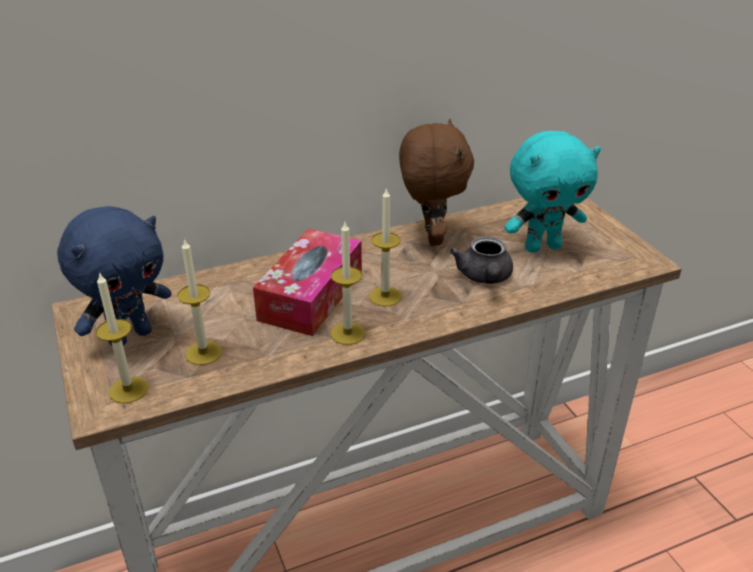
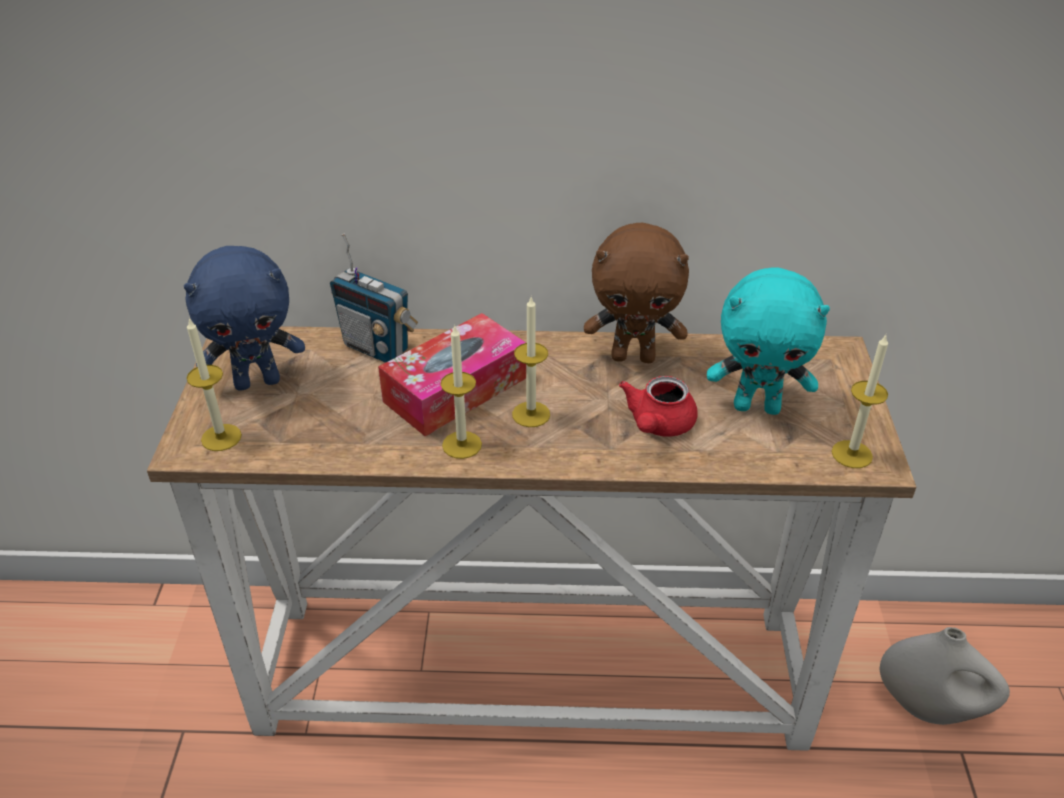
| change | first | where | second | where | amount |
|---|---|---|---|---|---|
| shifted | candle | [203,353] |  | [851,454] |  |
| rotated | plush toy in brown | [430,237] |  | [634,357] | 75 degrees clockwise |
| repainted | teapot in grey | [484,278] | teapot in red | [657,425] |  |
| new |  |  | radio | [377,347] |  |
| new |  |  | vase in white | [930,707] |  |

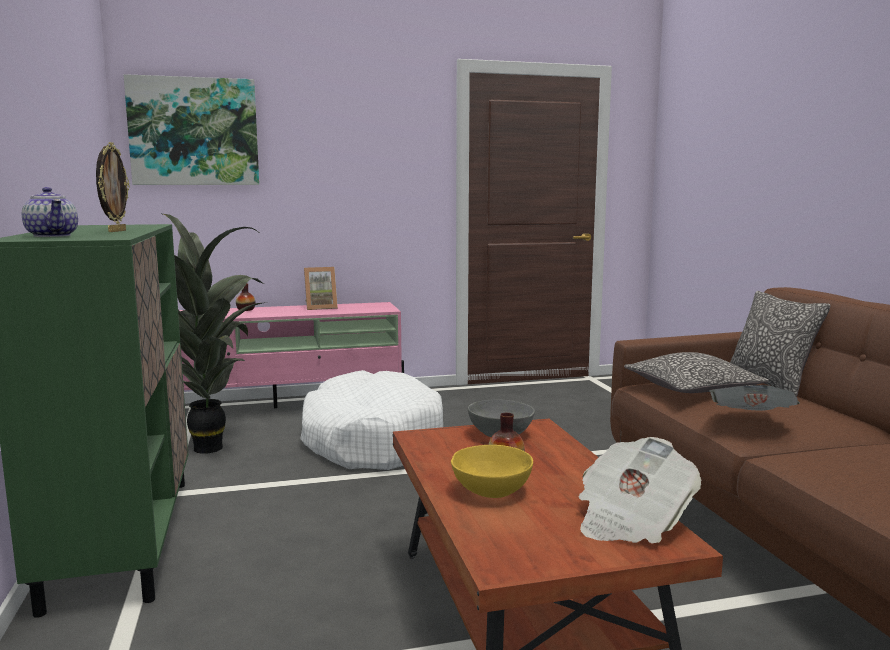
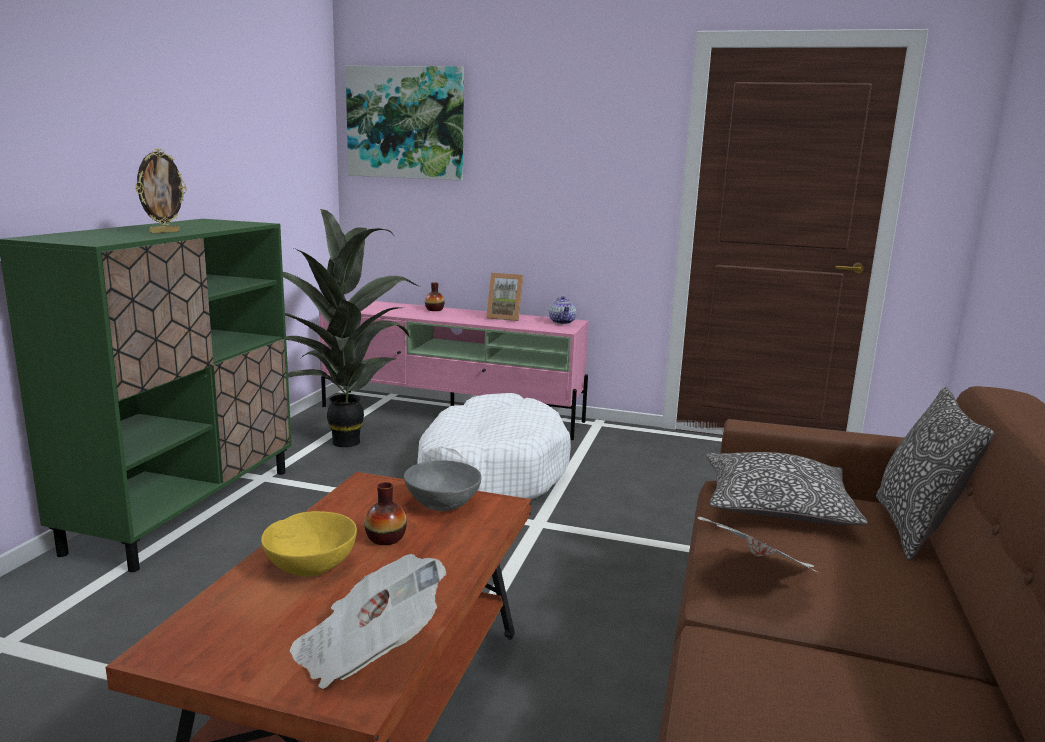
| change | first | where | second | where | amount |
|---|---|---|---|---|---|
| shifted | teapot | [53,236] |  | [562,322] |  |

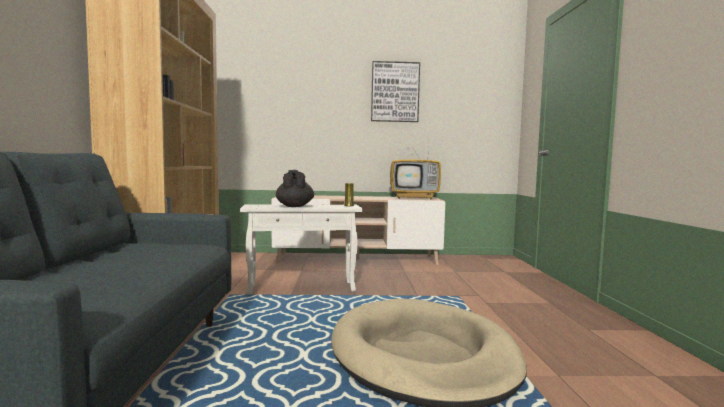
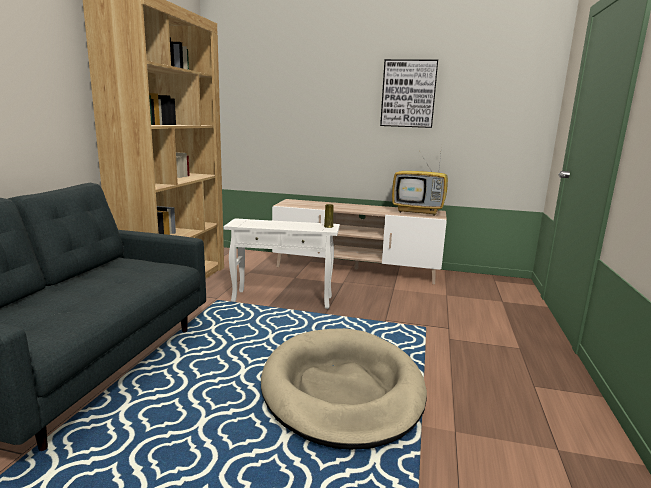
| change | first | where | second | where | amount |
|---|---|---|---|---|---|
| gone | teapot in black | [294,206] |  |  |  |

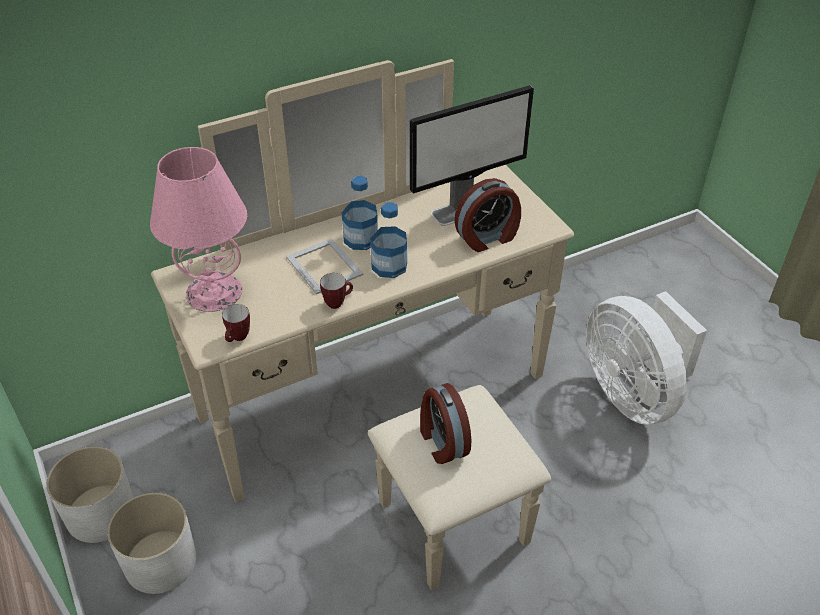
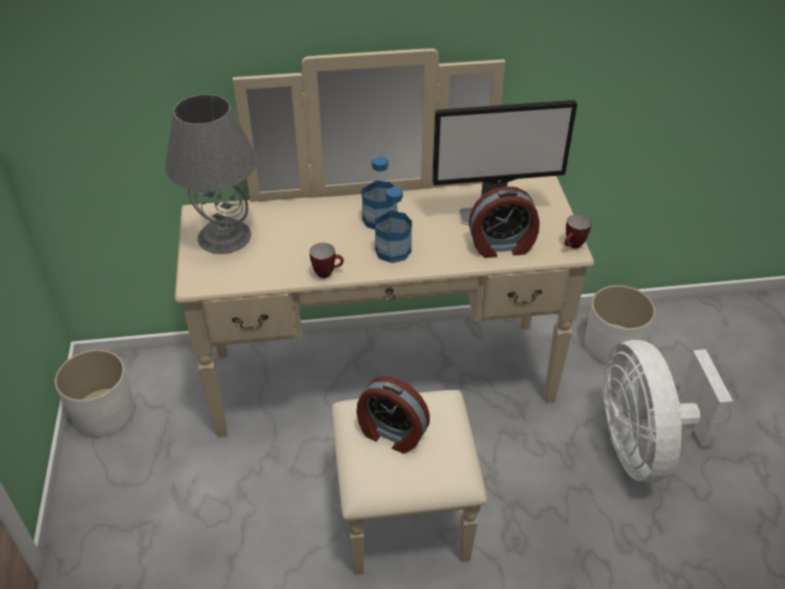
| change | first | where | second | where | amount |
|---|---|---|---|---|---|
| shifted | planter in white | [160,561] |  | [613,344] |  |
| repainted | table lamp in pink | [214,291] | table lamp in grey | [225,236] |  |
| shifted | mug | [238,339] |  | [573,246] |  |
| gone | picture frame | [324,265] |  |  |  |
| rotated | alarm clock | [442,442] |  | [391,433] | 60 degrees counterclockwise |

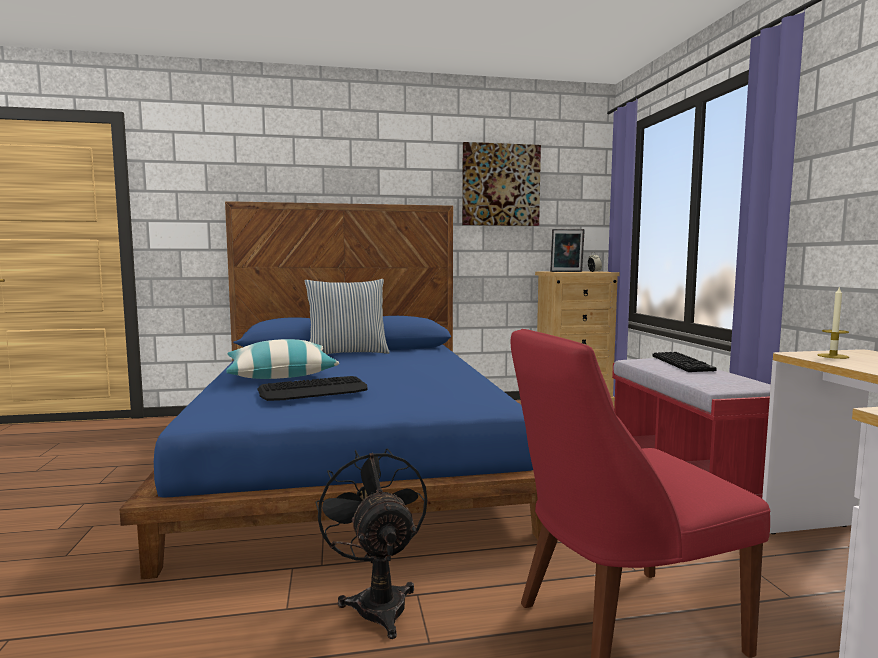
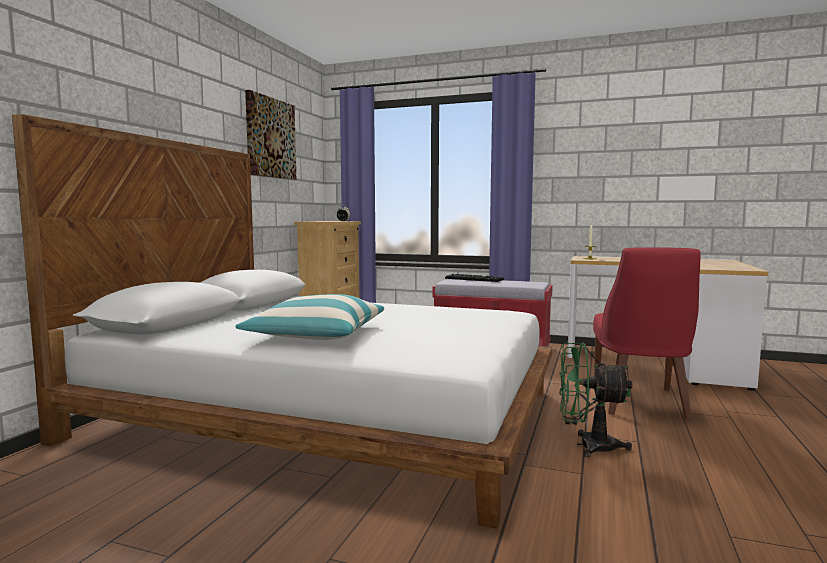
| change | first | where | second | where | amount |
|---|---|---|---|---|---|
| repainted | bed in blue | [352,459] | bed in white | [329,413] |  |
| gone | keyboard | [314,390] |  |  |  |
| gone | pillow | [347,353] |  |  |  |
| repainted | fan in black | [378,601] | fan in green | [587,446] |  |
| gone | picture frame | [566,271] |  |  |  |

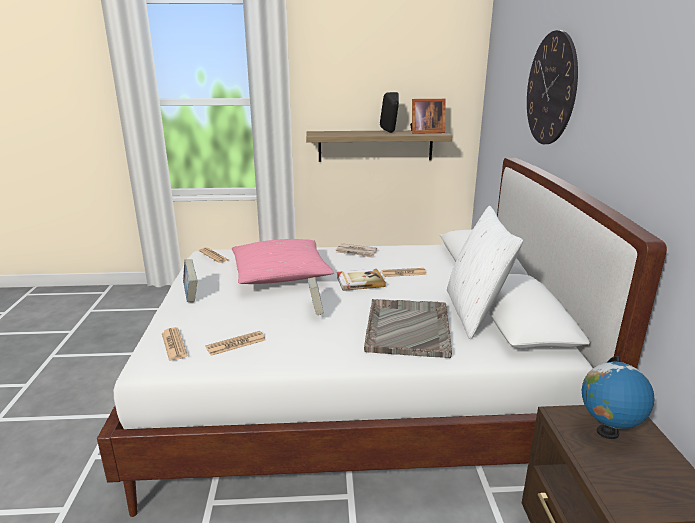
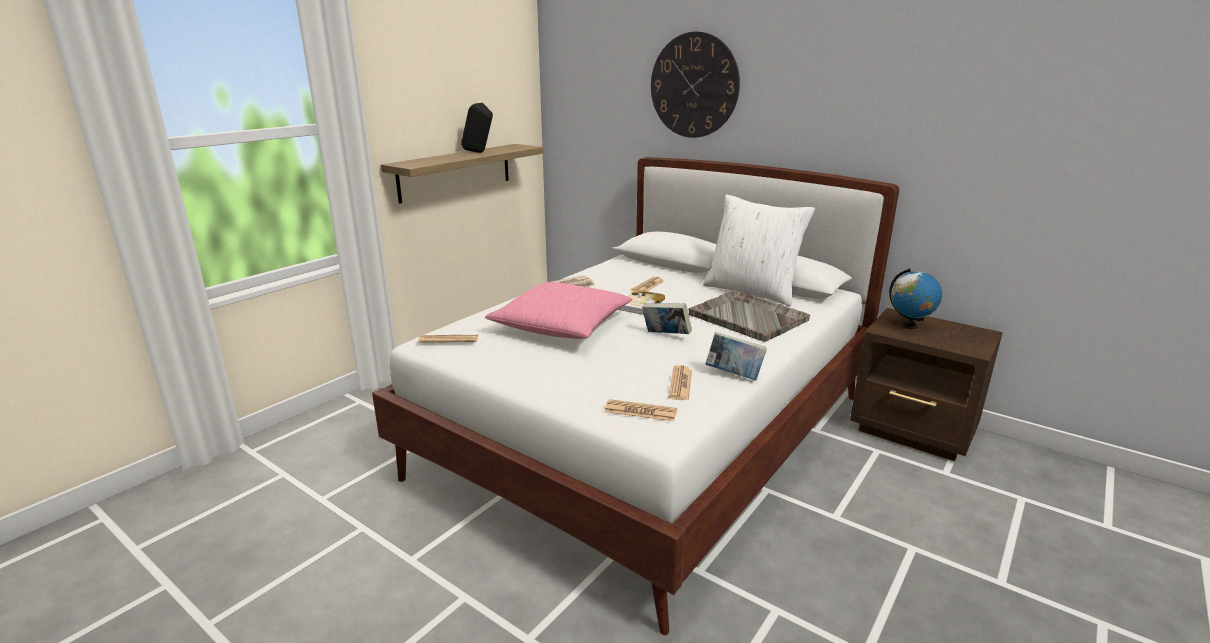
| change | first | where | second | where | amount |
|---|---|---|---|---|---|
| shifted | book | [191,295] |  | [734,375] |  |
| gone | picture frame | [425,132] |  |  |  |

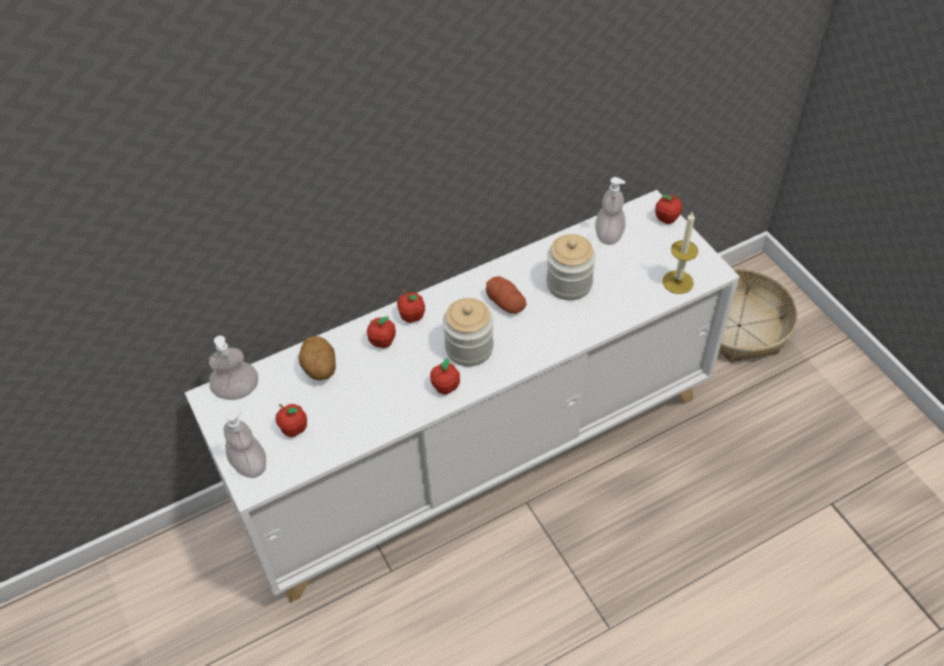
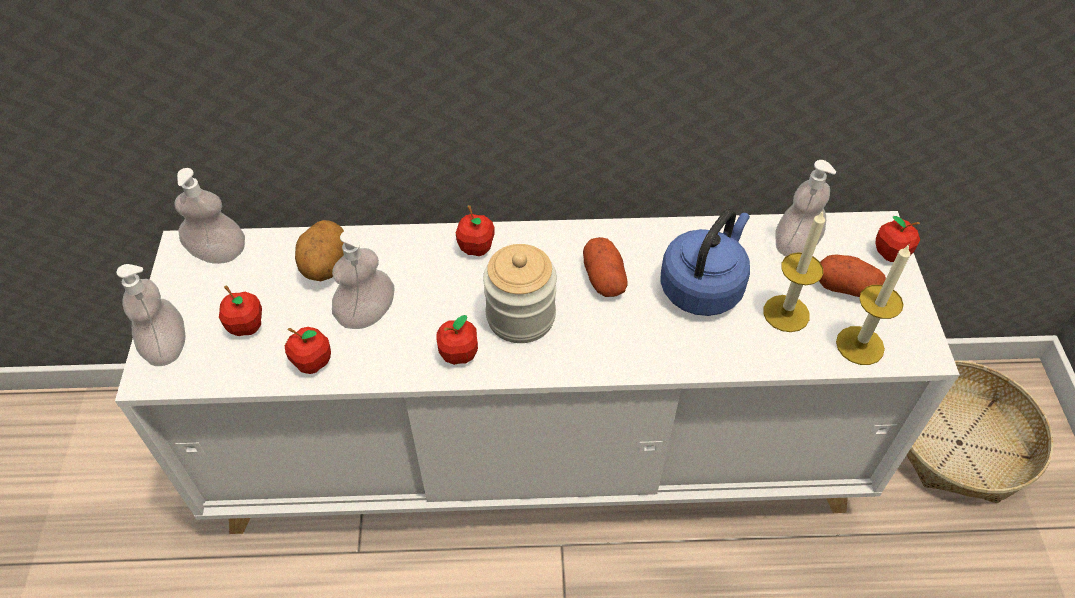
| change | first | where | second | where | amount |
|---|---|---|---|---|---|
| shifted | apple | [382,342] |  | [312,363] |  |
| swapped | jar | [569,283] | kettle in blue | [703,287] |  |
| new |  |  | soap dispenser | [367,314] |  |
| new |  |  | candle | [786,313] |  |
| new |  |  | potato | [847,287] |  |

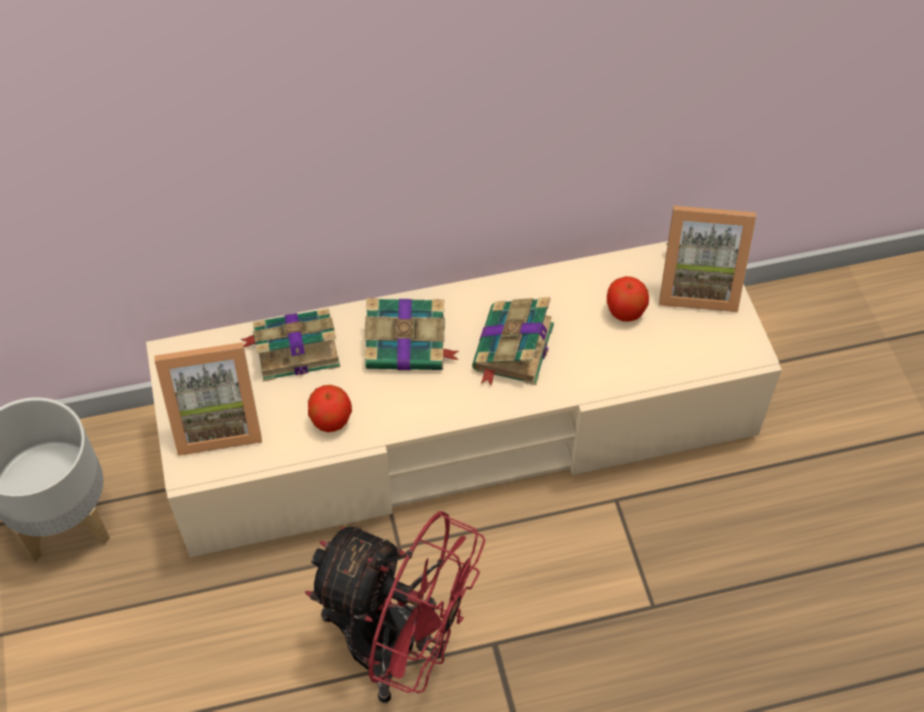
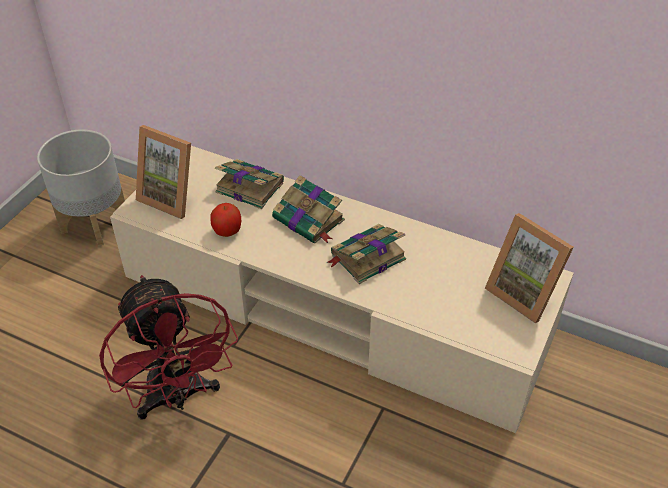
| change | first | where | second | where | amount |
|---|---|---|---|---|---|
| gone | apple | [625,311] |  |  |  |

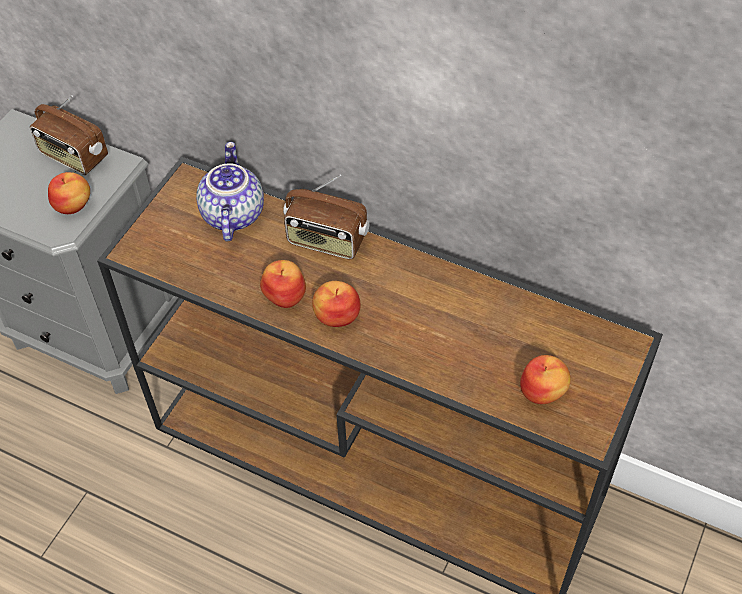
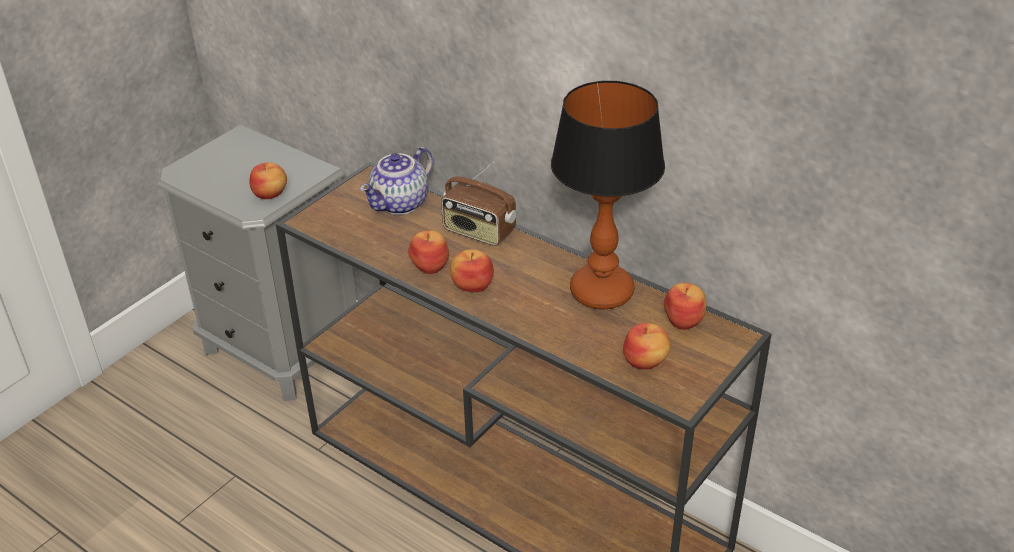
| change | first | where | second | where | amount |
|---|---|---|---|---|---|
| gone | radio | [73,157] |  |  |  |
| rotated | teapot | [231,214] |  | [400,204] | 150 degrees counterclockwise |
| new |  |  | table lamp | [602,291] |  |
| new |  |  | apple | [684,320] |  |

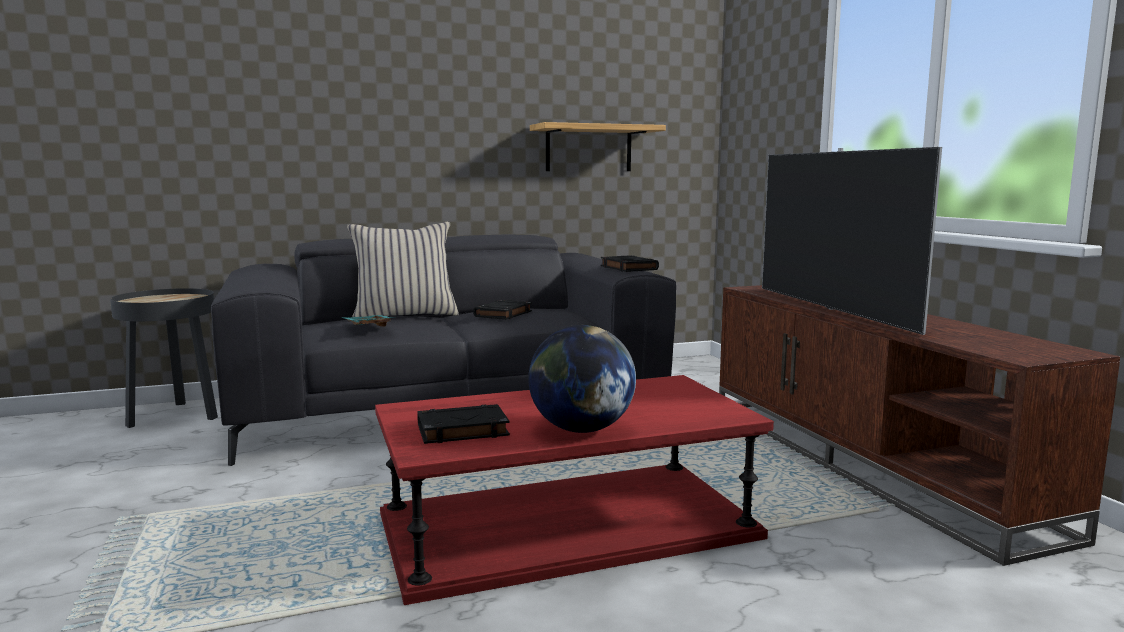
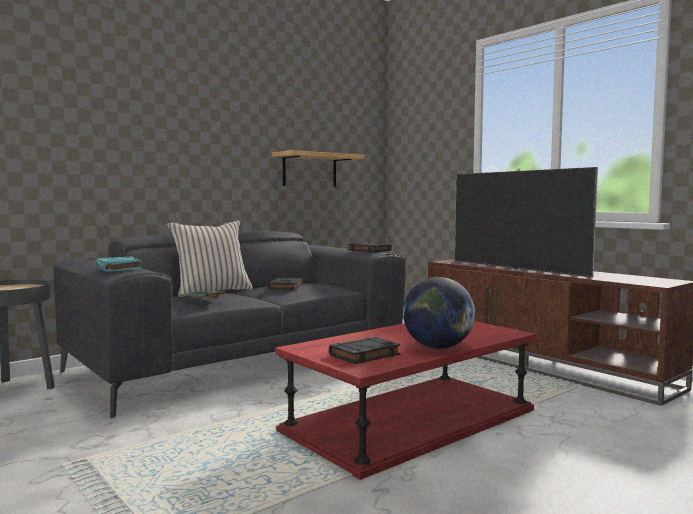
| change | first | where | second | where | amount |
|---|---|---|---|---|---|
| new |  |  | book in turquoise | [118,268] |  |

